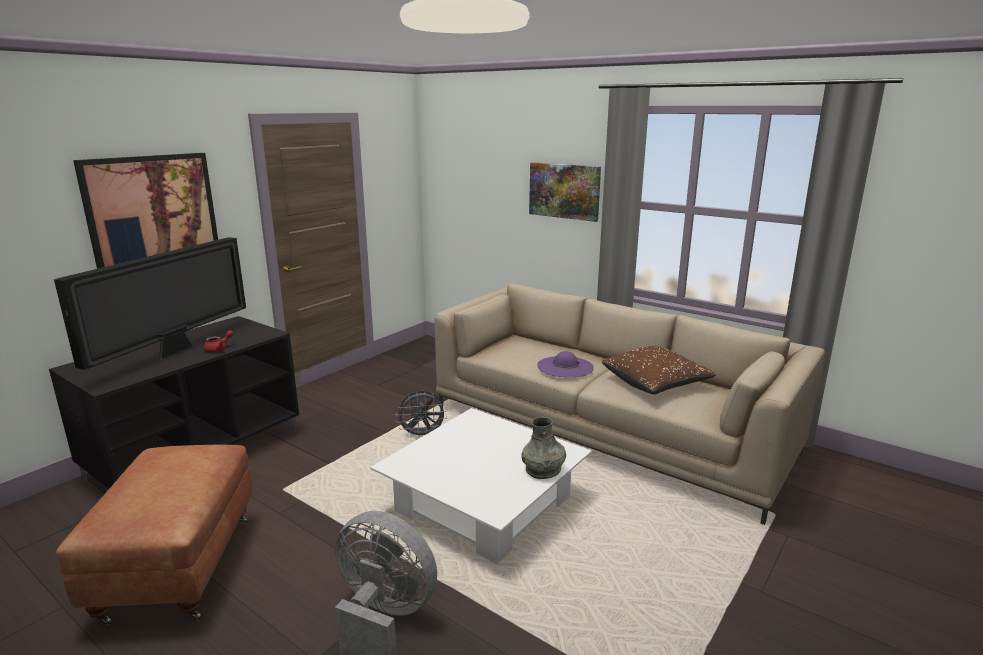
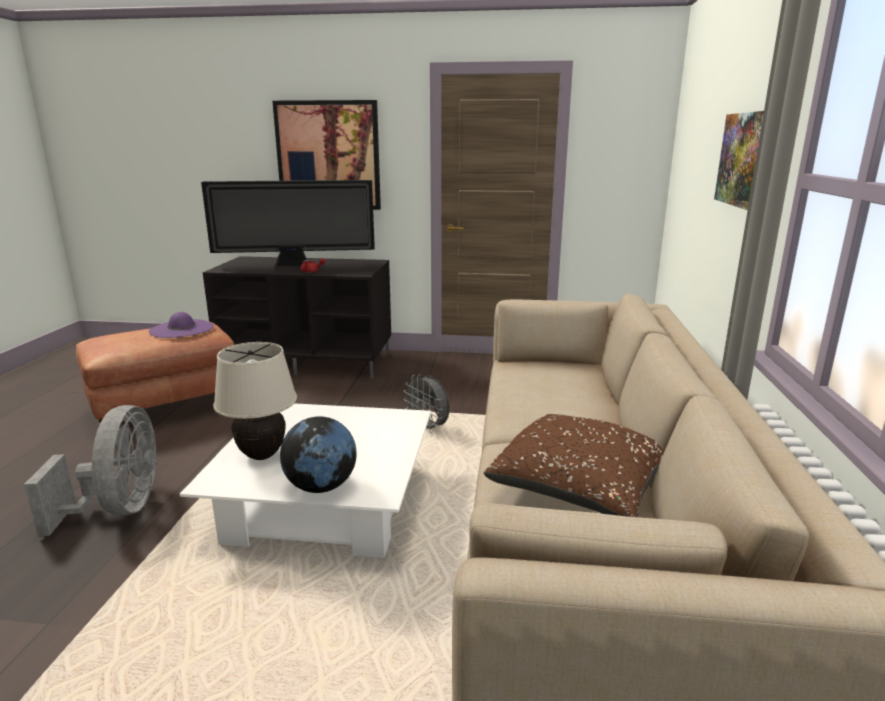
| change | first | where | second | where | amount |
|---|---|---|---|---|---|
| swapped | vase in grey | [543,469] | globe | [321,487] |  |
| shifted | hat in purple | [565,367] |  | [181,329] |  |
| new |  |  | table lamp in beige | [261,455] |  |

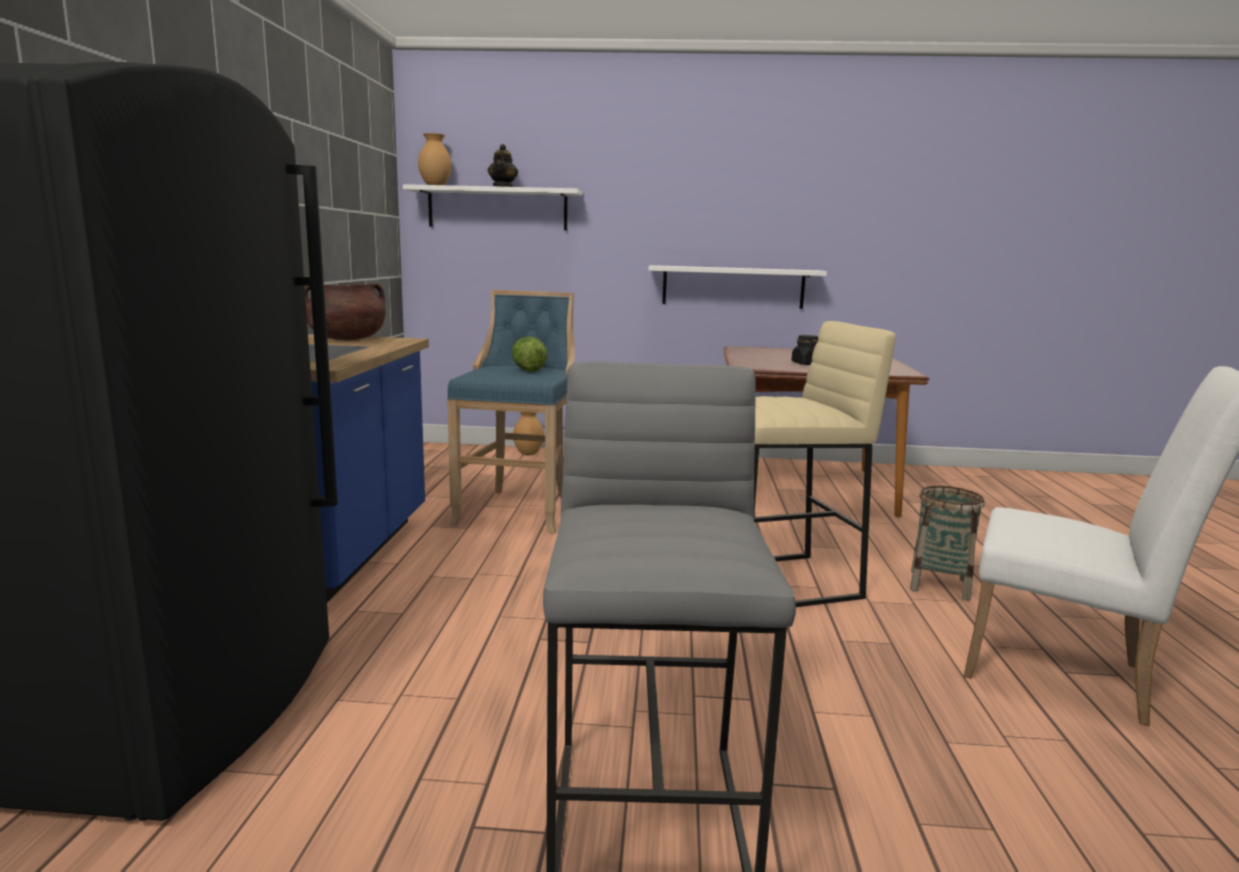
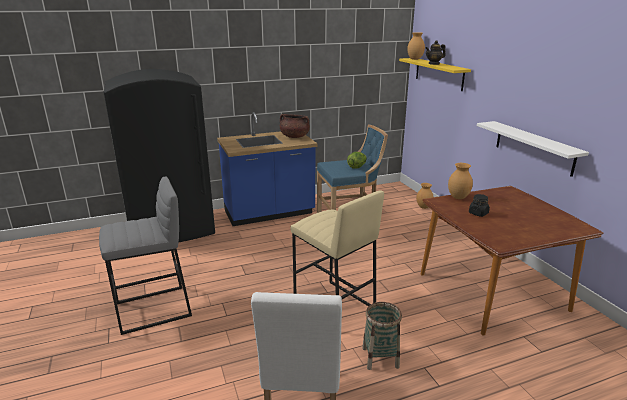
| change | first | where | second | where | amount |
|---|---|---|---|---|---|
| repainted | shelf in white | [497,209] | shelf in yellow | [439,73] |  |
| new |  |  | vase in brown | [458,197] |  |

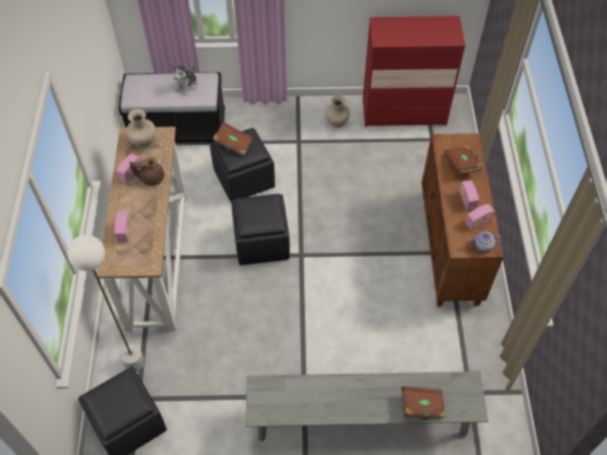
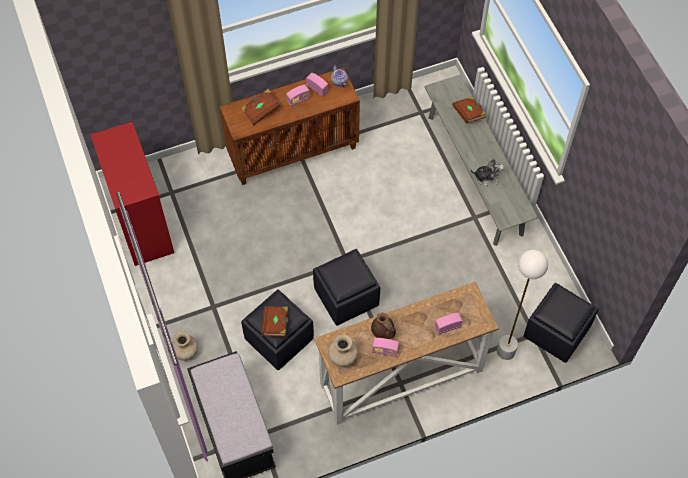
| change | first | where | second | where | amount |
|---|---|---|---|---|---|
| shifted | plush toy | [187,86] |  | [486,177] |  |
| shifted | vase in beige | [337,122] |  | [186,352] |  |

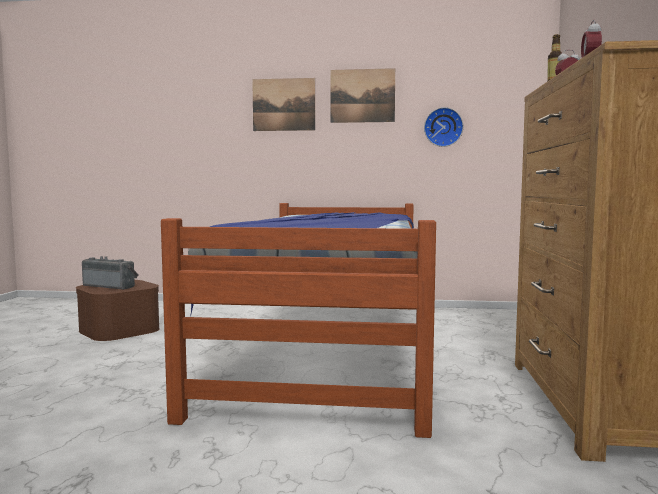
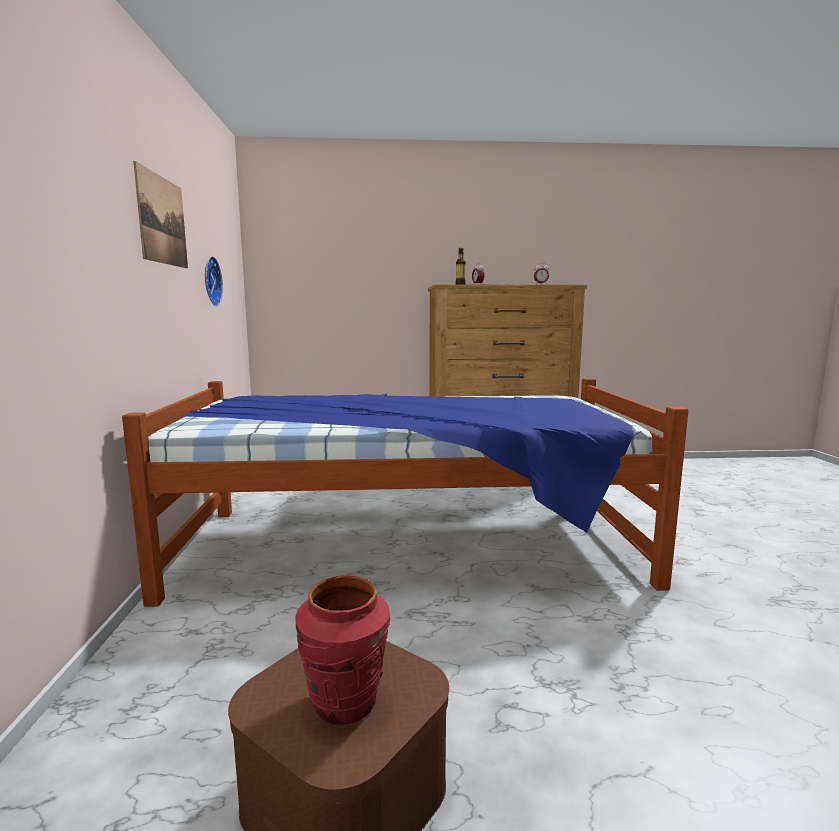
| change | first | where | second | where | amount |
|---|---|---|---|---|---|
| swapped | radio | [111,286] | vase in red | [345,703] |  |
| gone | picture | [284,104] |  |  |  |

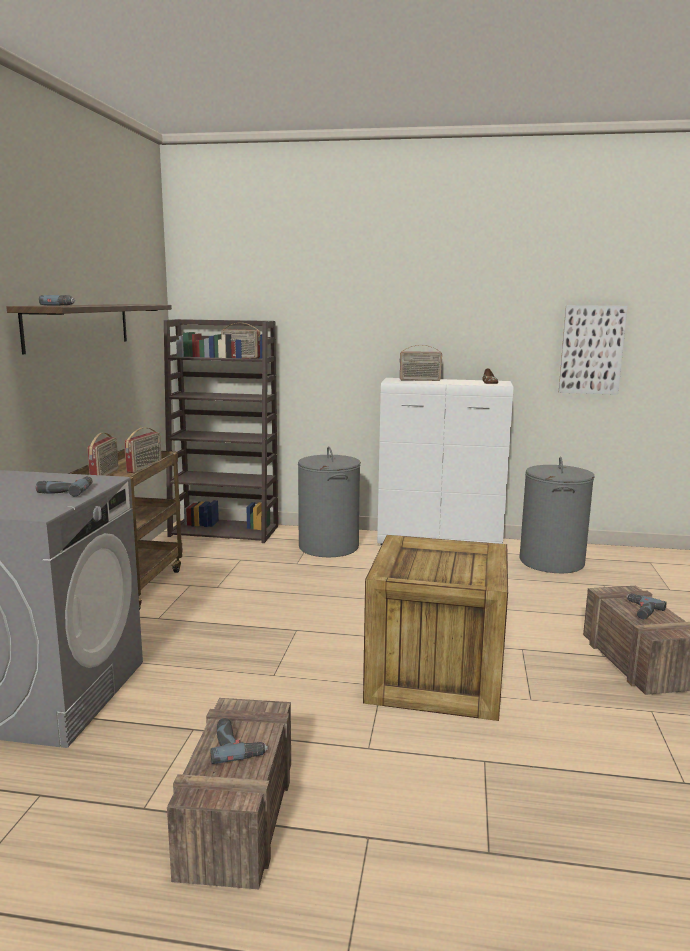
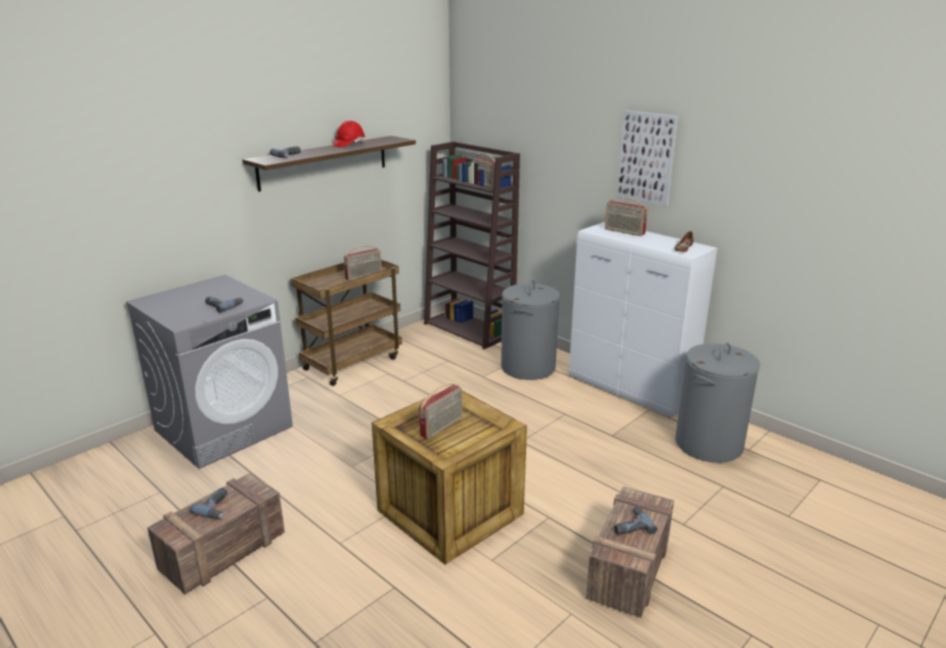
| change | first | where | second | where | amount |
|---|---|---|---|---|---|
| shifted | radio | [105,475] |  | [442,427] |  |
| shifted | picture | [591,350] |  | [646,158] |  |
| new |  |  | hard hat in red | [349,144] |  |

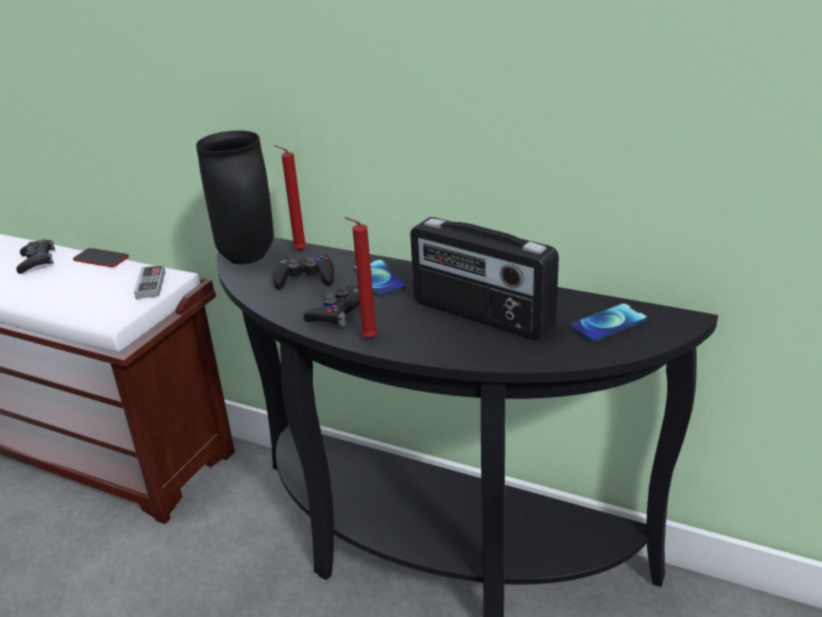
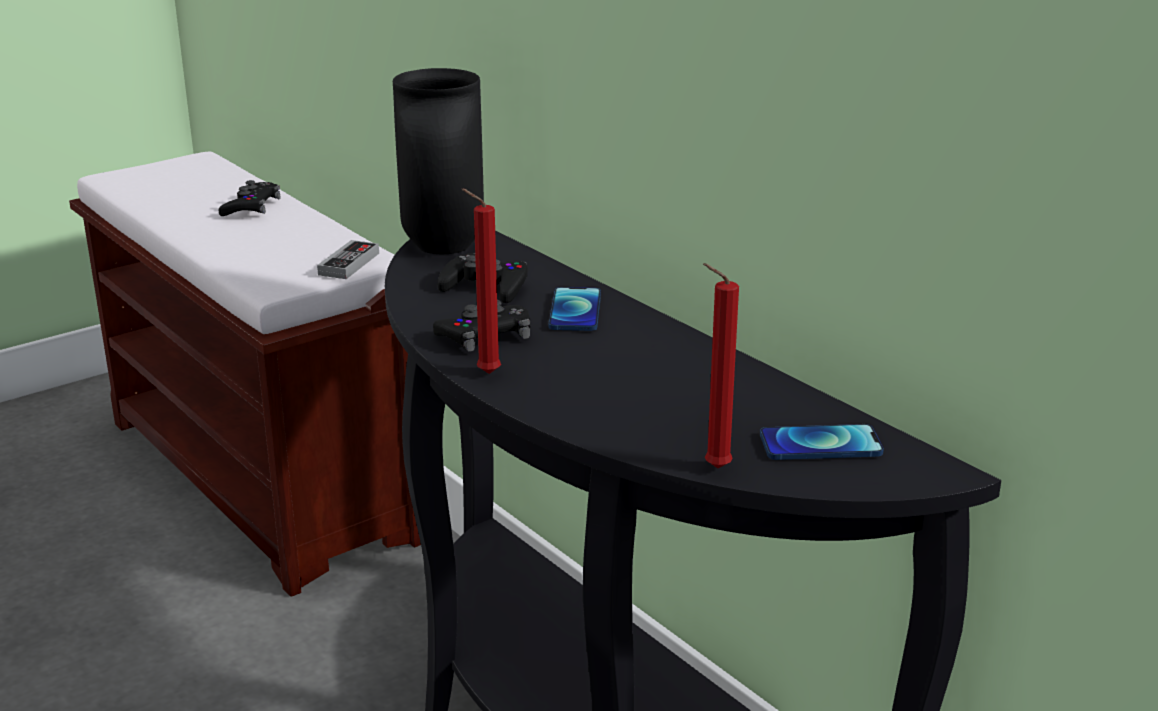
| change | first | where | second | where | amount |
|---|---|---|---|---|---|
| gone | phone | [101,259] |  |  |  |
| shifted | candle in red | [298,251] |  | [713,468] |  |
| gone | radio | [481,315] |  |  |  |

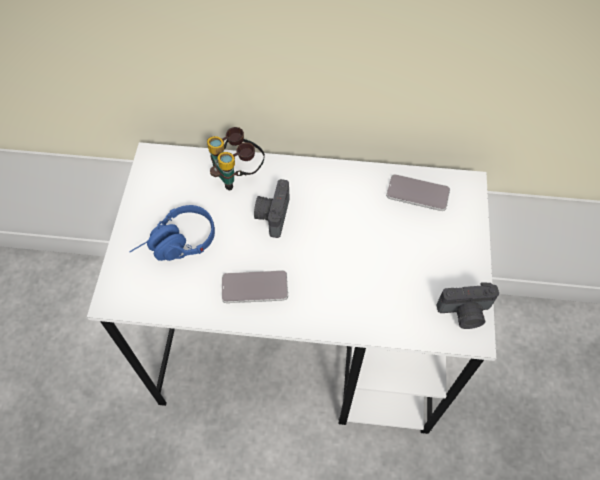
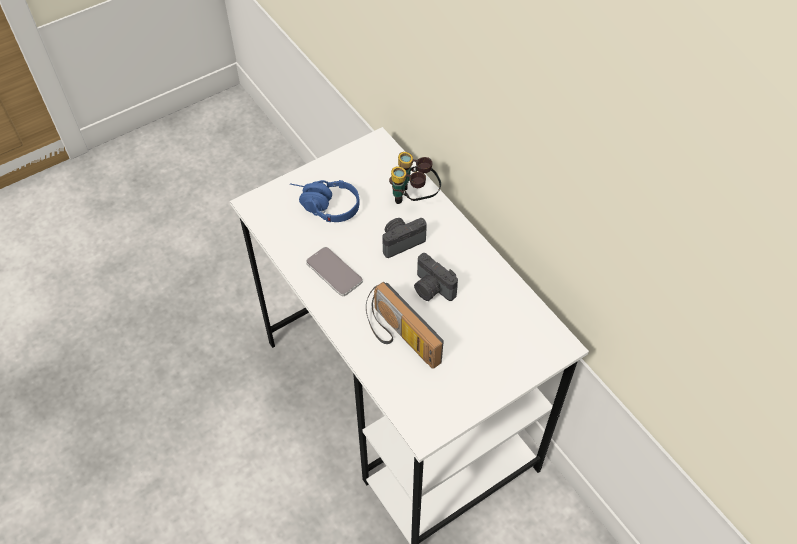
| change | first | where | second | where | amount |
|---|---|---|---|---|---|
| gone | phone | [417,193] |  |  |  |
| shifted | photo camera | [465,313] |  | [431,289] |  |
| new |  |  | radio | [398,338] |  |

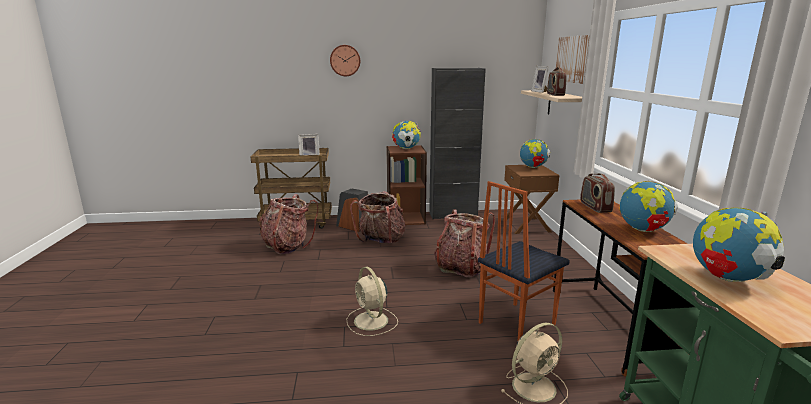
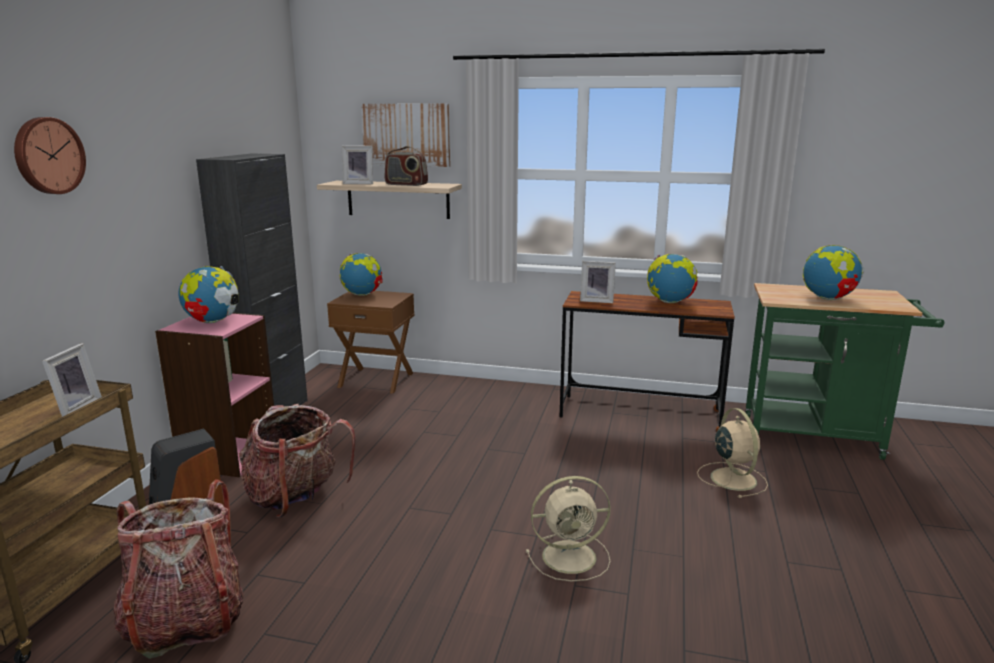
| change | first | where | second | where | amount |
|---|---|---|---|---|---|
| repainted | bookcase in brown | [405,218] | bookcase in pink | [228,455] |  |
| gone | backpack | [461,267] |  |  |  |
| gone | chair | [515,323] |  |  |  |
| swapped | radio | [595,207] | picture frame | [597,300] |  |

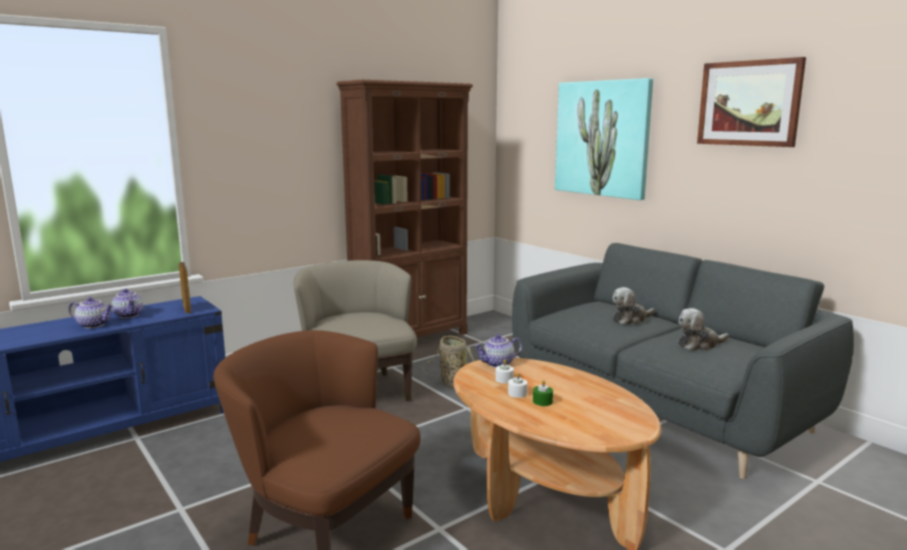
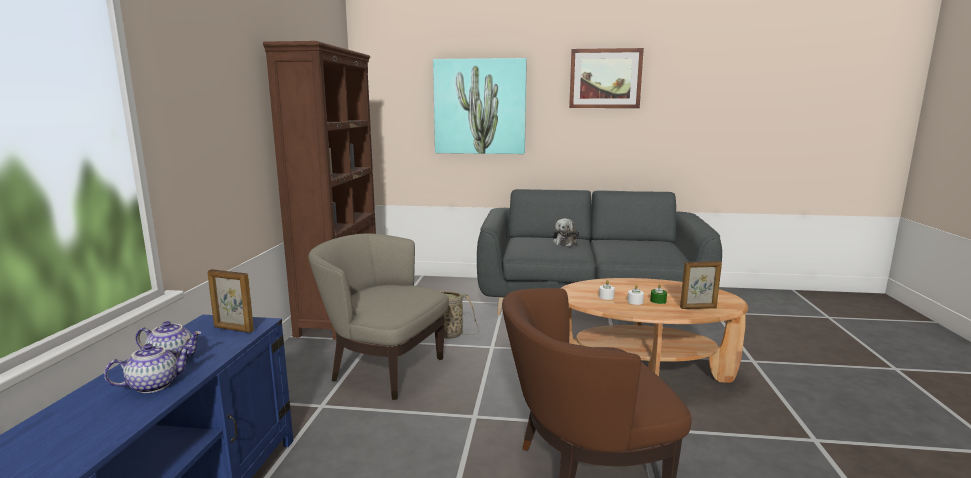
| change | first | where | second | where | amount |
|---|---|---|---|---|---|
| gone | teapot | [498,364] |  |  |  |
| gone | plush toy | [699,344] |  |  |  |
| new |  |  | picture frame | [698,308] |  |

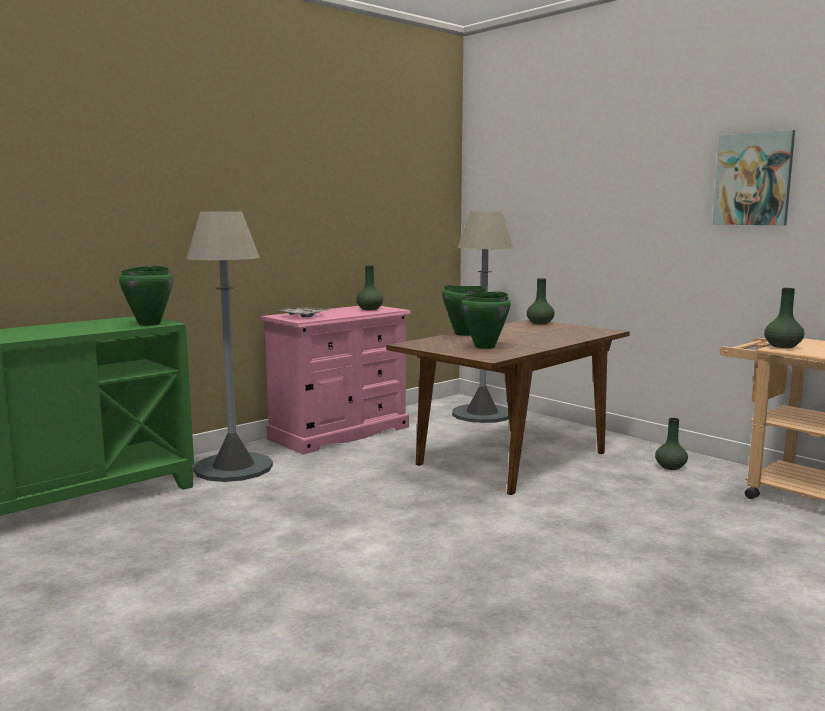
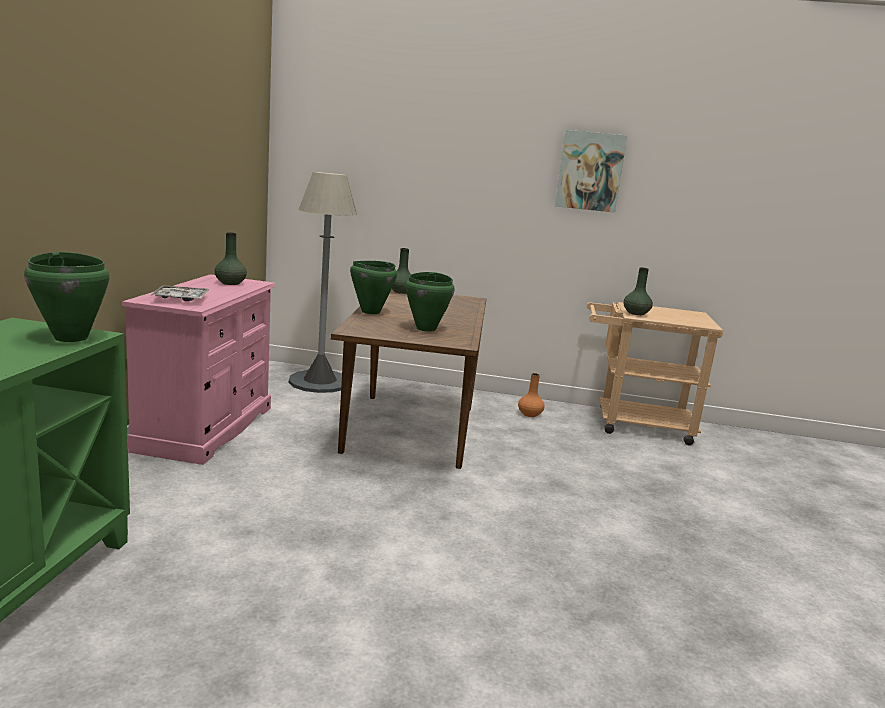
| change | first | where | second | where | amount |
|---|---|---|---|---|---|
| gone | floor lamp in grey | [233,468] |  |  |  |
| repainted | vase in green | [671,467] | vase in orange | [530,414] |  |

